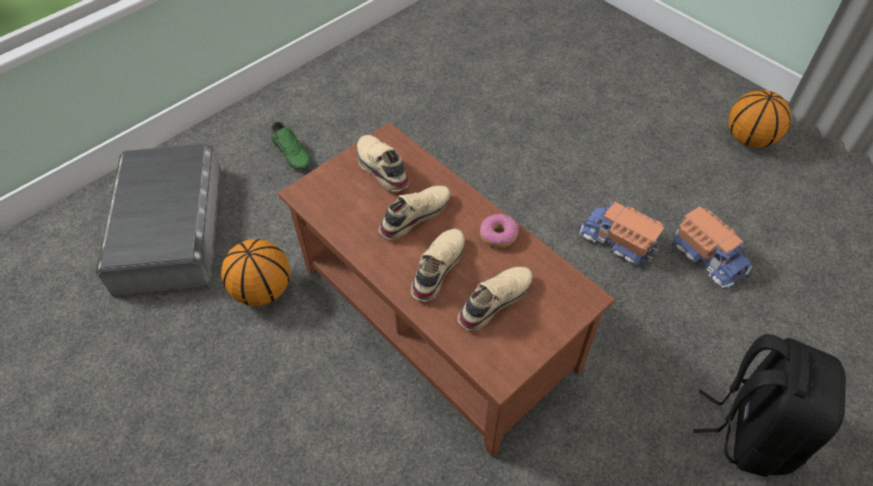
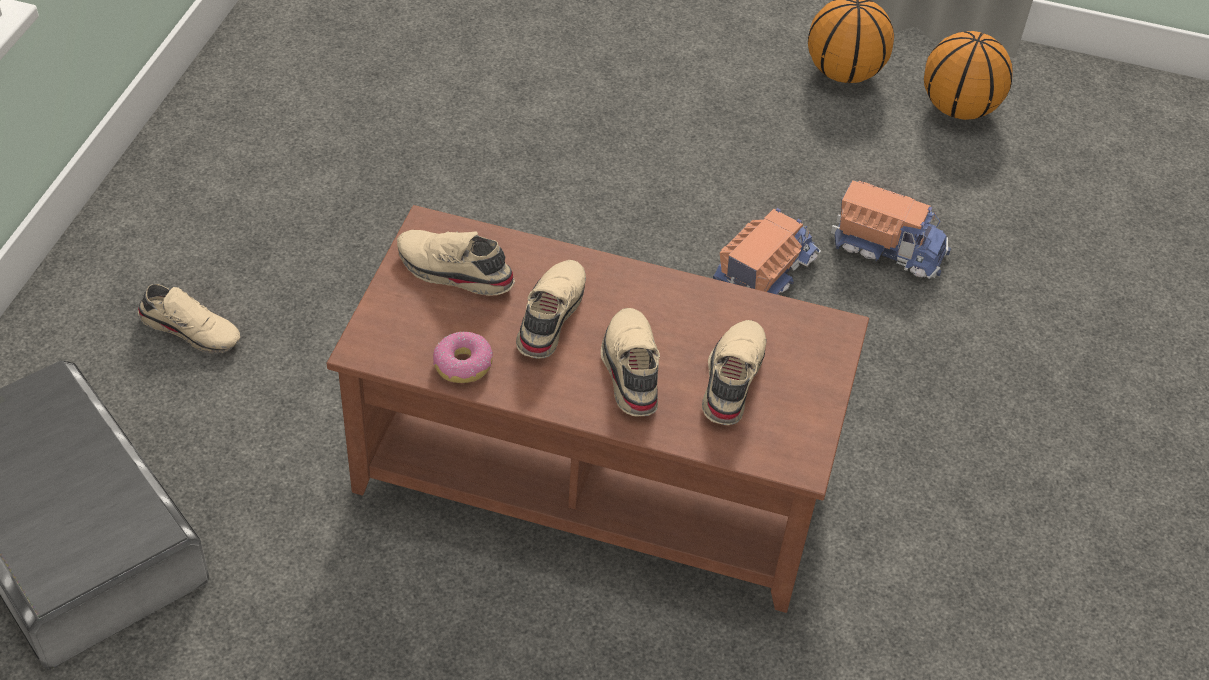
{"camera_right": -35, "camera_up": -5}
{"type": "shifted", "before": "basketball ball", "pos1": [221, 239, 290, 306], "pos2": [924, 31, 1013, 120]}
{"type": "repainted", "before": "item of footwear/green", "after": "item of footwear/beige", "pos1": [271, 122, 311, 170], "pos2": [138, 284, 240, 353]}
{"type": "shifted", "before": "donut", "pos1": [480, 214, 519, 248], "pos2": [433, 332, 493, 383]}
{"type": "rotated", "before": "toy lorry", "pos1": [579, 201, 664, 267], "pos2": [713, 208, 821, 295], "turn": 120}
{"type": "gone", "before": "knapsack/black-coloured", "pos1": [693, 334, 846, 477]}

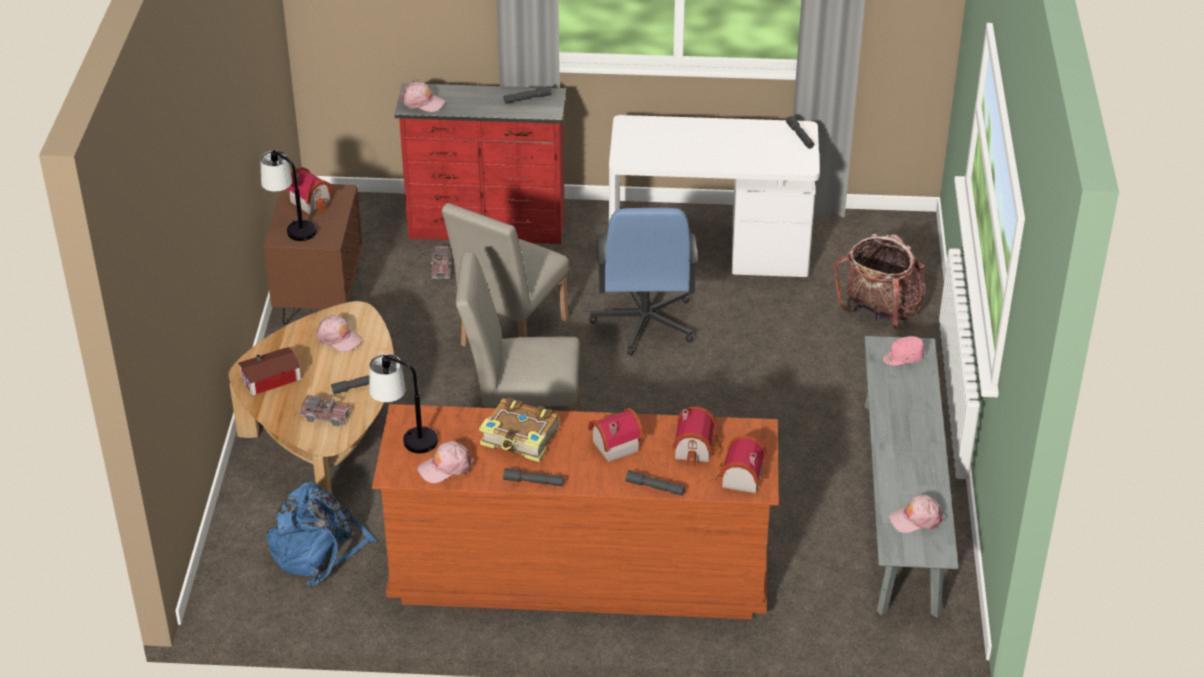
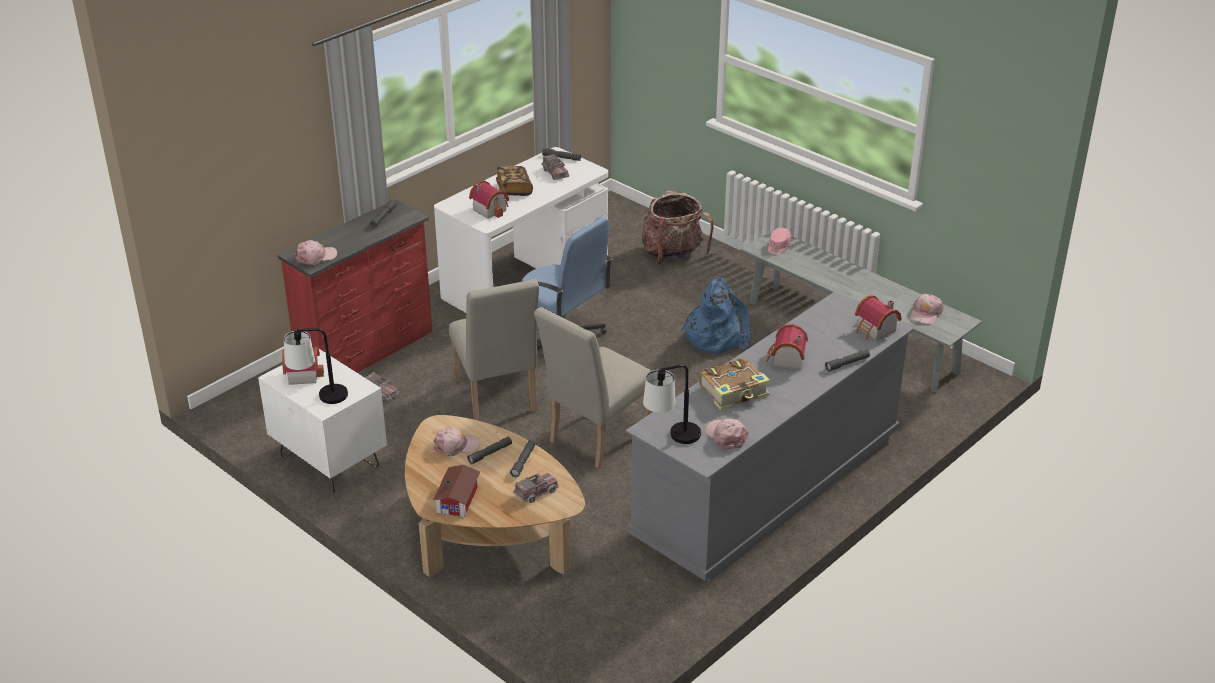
{"camera_right": -50, "camera_up": -5}
{"type": "repainted", "before": "nightstand/brownish", "after": "nightstand/whitish", "pos1": [263, 184, 363, 324], "pos2": [258, 349, 387, 493]}
{"type": "shifted", "before": "knapsack/blue-coloured", "pos1": [267, 482, 377, 587], "pos2": [680, 278, 751, 354]}
{"type": "repainted", "before": "dresser/brownish", "after": "dresser/grey", "pos1": [372, 404, 779, 619], "pos2": [626, 292, 914, 582]}
{"type": "rotated", "before": "baseball cap/pink-coloured", "pos1": [417, 441, 473, 483], "pos2": [705, 419, 748, 449], "turn": 135}
{"type": "shifted", "before": "flashlight/grey", "pos1": [503, 468, 564, 486], "pos2": [467, 437, 512, 464]}
{"type": "shifted", "before": "miniature house", "pos1": [672, 406, 722, 467], "pos2": [469, 180, 509, 219]}
{"type": "new", "after": "bound book", "pos2": [496, 166, 533, 196]}
{"type": "new", "after": "toy lorry", "pos2": [541, 154, 569, 180]}

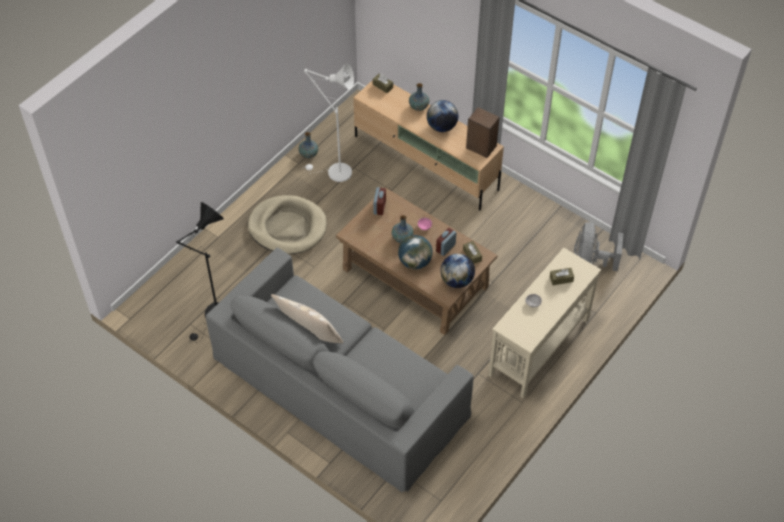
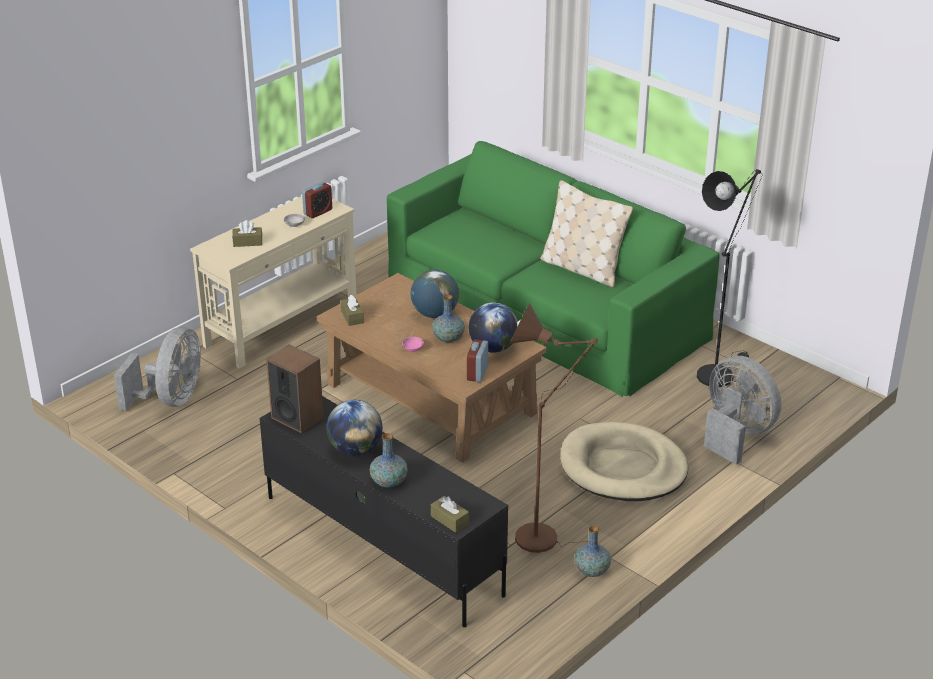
{"camera_right": -175, "camera_up": -20}
{"type": "repainted", "before": "couch/grey", "after": "couch/green", "pos1": [206, 248, 474, 492], "pos2": [387, 141, 720, 397]}
{"type": "repainted", "before": "floor lamp/whitish", "after": "floor lamp/brownish", "pos1": [302, 63, 354, 182], "pos2": [509, 303, 598, 553]}
{"type": "repainted", "before": "tv stand/beige", "after": "tv stand/black-coloured", "pos1": [353, 80, 504, 210], "pos2": [260, 396, 508, 627]}
{"type": "shifted", "before": "bedside clock", "pos1": [436, 228, 456, 256], "pos2": [302, 182, 332, 218]}
{"type": "shifted", "before": "desk globe", "pos1": [440, 254, 475, 288], "pos2": [469, 302, 518, 353]}
{"type": "new", "after": "electric fan/grey", "pos2": [704, 356, 782, 465]}

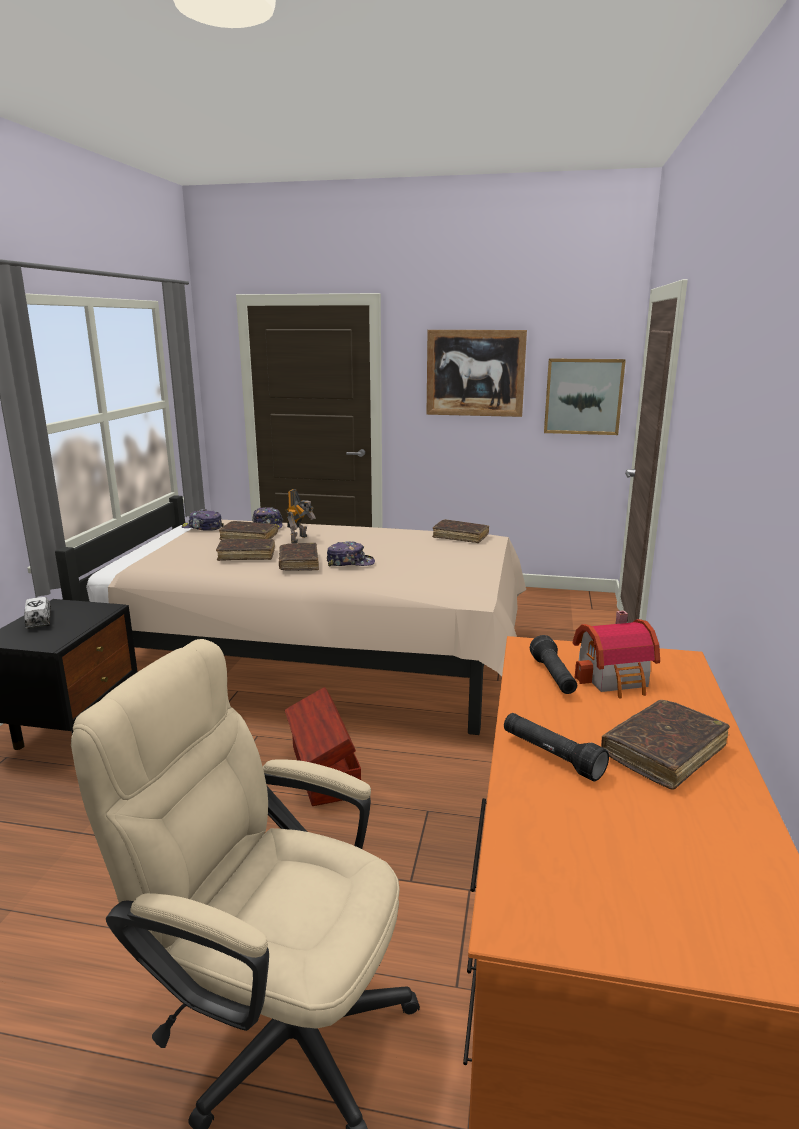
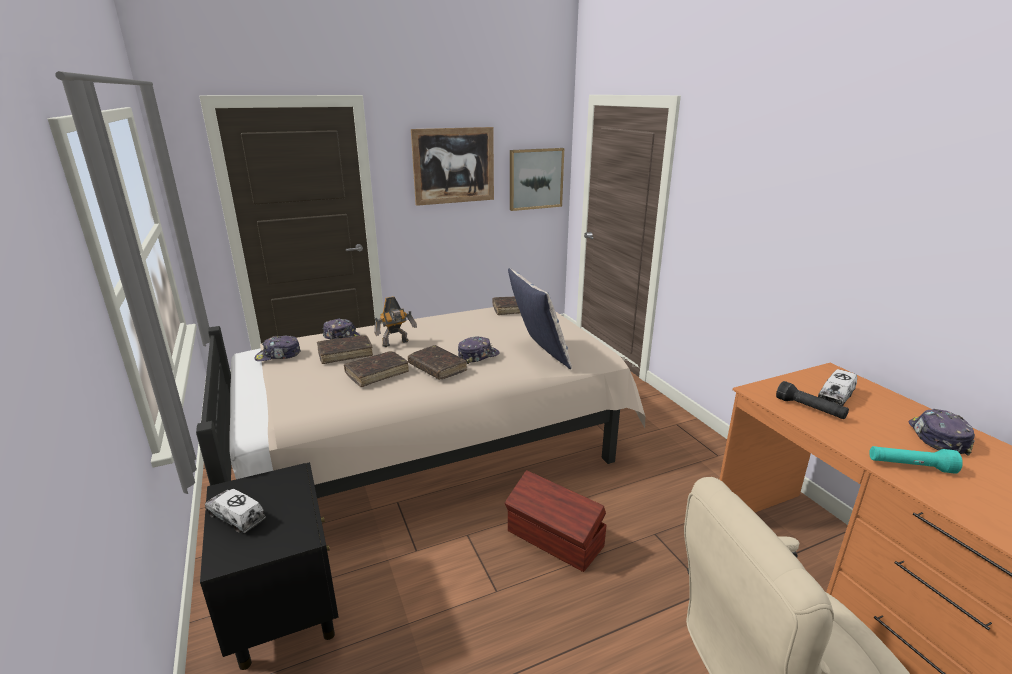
{"camera_right": -35, "camera_up": 5}
{"type": "rotated", "before": "toy robot", "pos1": [286, 489, 316, 543], "pos2": [374, 296, 417, 347], "turn": 75}
{"type": "repainted", "before": "flashlight/black-coloured", "after": "flashlight/blue-green", "pos1": [504, 713, 609, 781], "pos2": [869, 446, 963, 474]}
{"type": "swapped", "before": "miniature house", "after": "toy lorry", "pos1": [573, 611, 660, 699], "pos2": [818, 369, 857, 406]}
{"type": "swapped", "before": "bound book/brownish", "after": "baseball cap", "pos1": [601, 700, 730, 790], "pos2": [908, 409, 975, 456]}
{"type": "new", "after": "throw pillow", "pos2": [508, 268, 572, 369]}

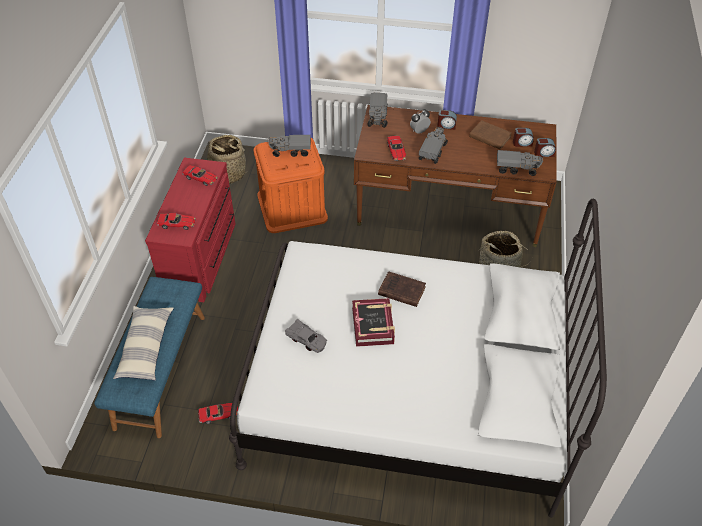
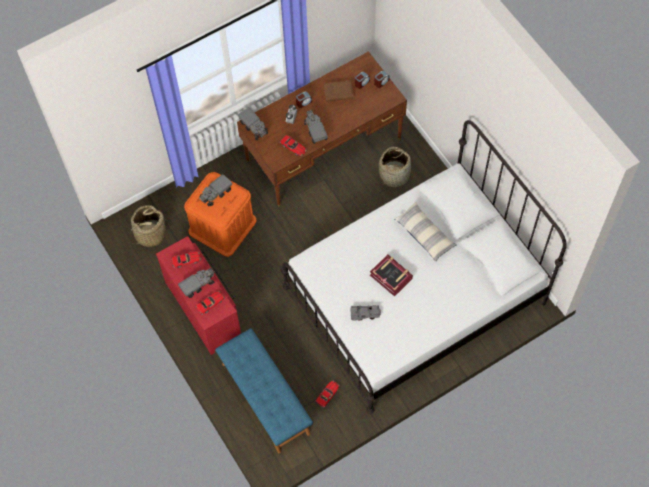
{"camera_right": -40, "camera_up": 15}
{"type": "shifted", "before": "throw pillow", "pos1": [113, 306, 174, 380], "pos2": [394, 202, 457, 262]}
{"type": "gone", "before": "bound book/brownish", "pos1": [378, 271, 426, 307]}
{"type": "shifted", "before": "toy lorry", "pos1": [497, 150, 544, 176], "pos2": [178, 268, 214, 298]}

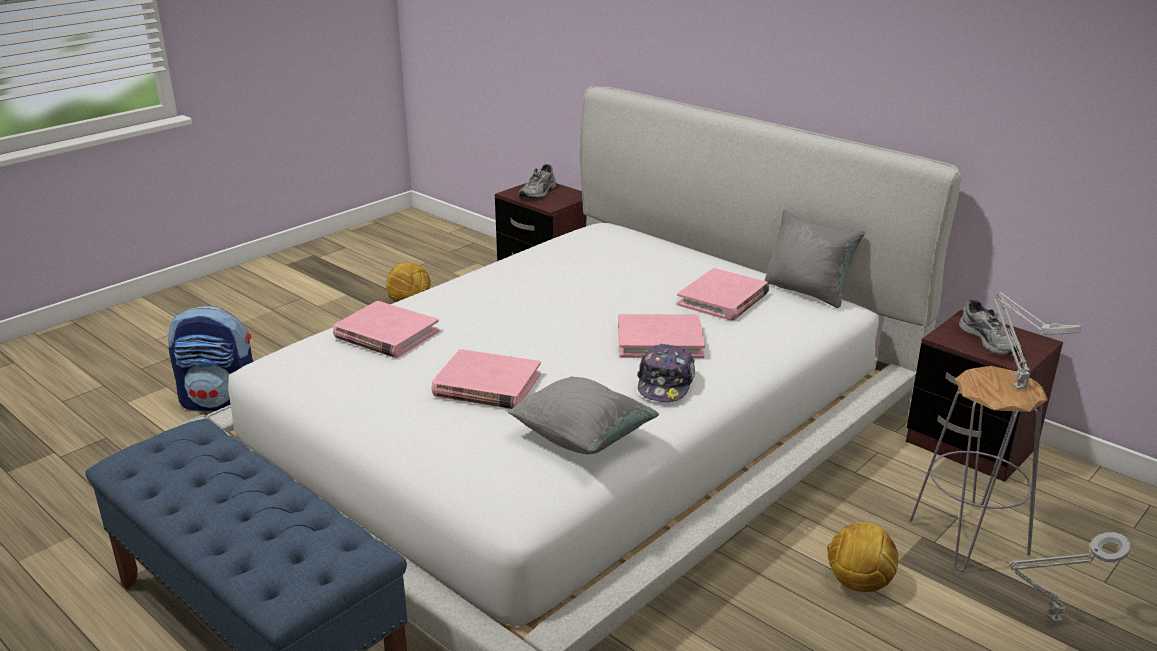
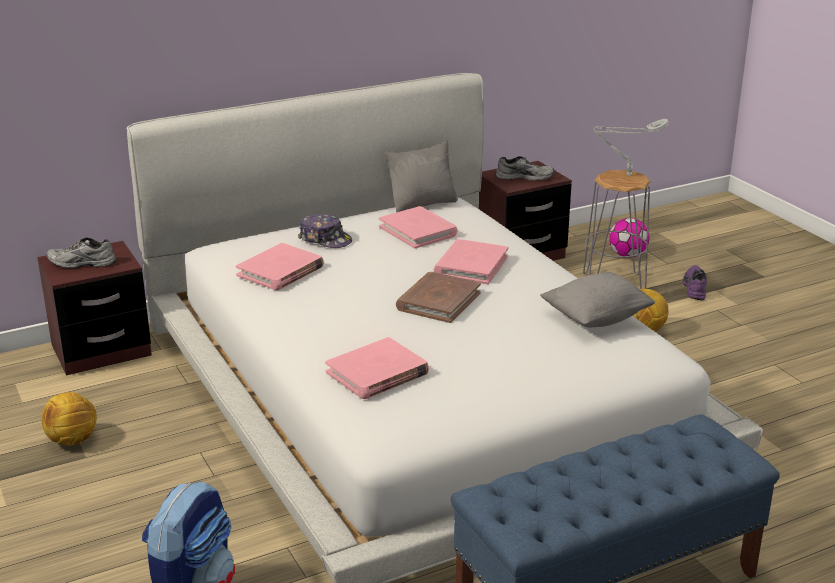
{"camera_right": -70, "camera_up": 0}
{"type": "shifted", "before": "bound book/pink-coloured", "pos1": [431, 349, 541, 409], "pos2": [236, 243, 324, 290]}
{"type": "rotated", "before": "item of footwear/grey", "pos1": [519, 164, 556, 198], "pos2": [46, 237, 116, 269], "turn": 135}
{"type": "shifted", "before": "baseball cap", "pos1": [637, 343, 695, 402], "pos2": [298, 213, 352, 248]}
{"type": "swapped", "before": "table lamp/grey", "after": "item of footwear/purple-coloured", "pos1": [1008, 532, 1131, 622], "pos2": [683, 265, 707, 300]}
{"type": "new", "after": "bound book/brownish", "pos2": [396, 272, 481, 323]}
{"type": "new", "after": "ball for football", "pos2": [609, 218, 649, 258]}

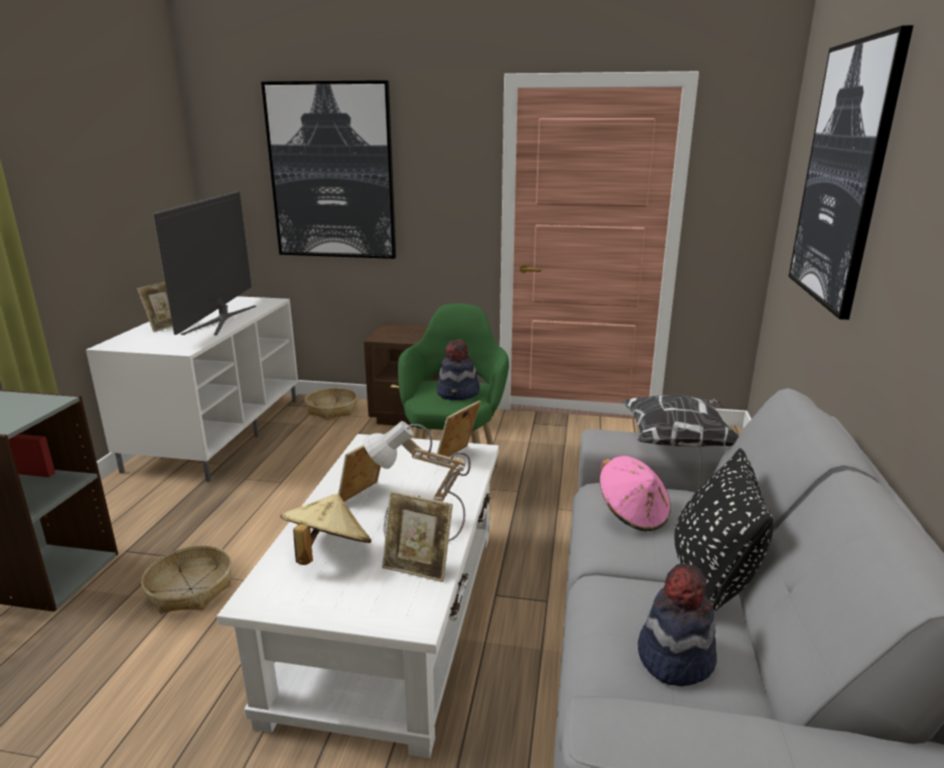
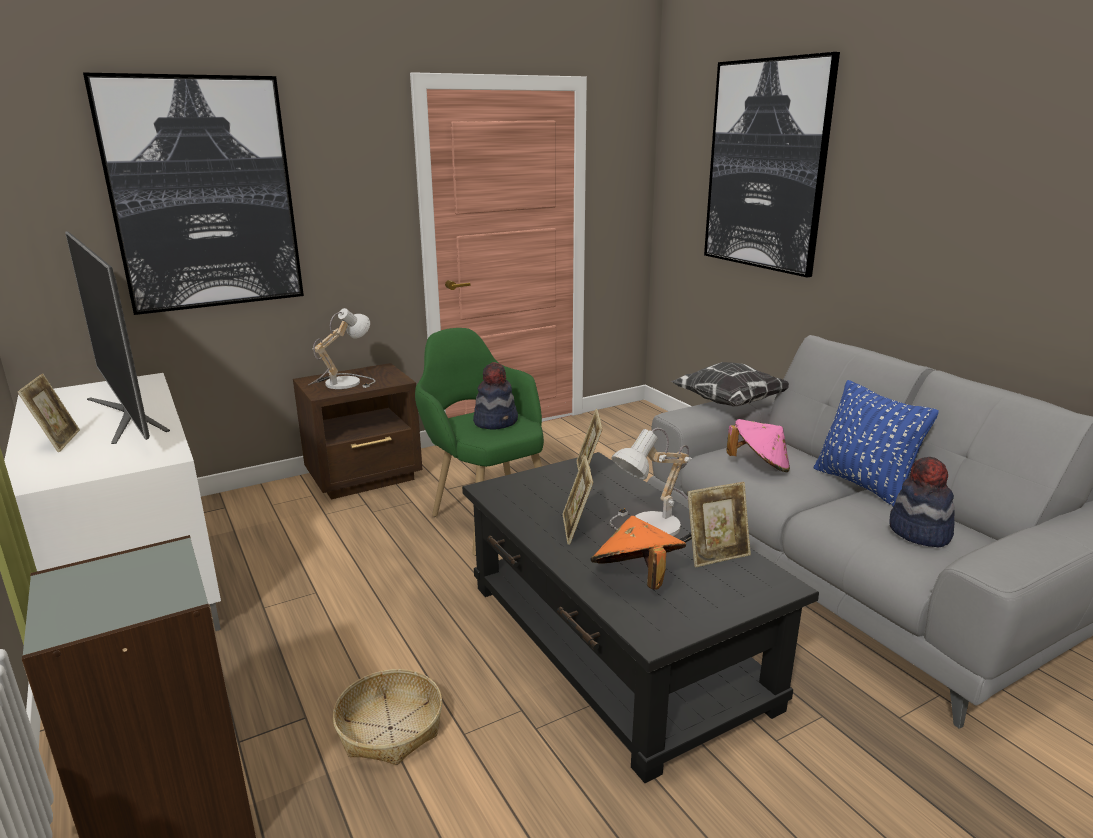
{"camera_right": -40, "camera_up": 0}
{"type": "repainted", "before": "coffee table/whitish", "after": "coffee table/black-coloured", "pos1": [217, 434, 499, 758], "pos2": [462, 452, 819, 783]}
{"type": "repainted", "before": "hat/beige", "after": "hat/orangey", "pos1": [280, 494, 371, 565], "pos2": [591, 516, 686, 590]}
{"type": "gone", "before": "household basket", "pos1": [305, 387, 357, 420]}
{"type": "repainted", "before": "throw pillow/black-coloured", "after": "throw pillow/blue-coloured", "pos1": [674, 448, 773, 613], "pos2": [814, 380, 939, 507]}
{"type": "new", "after": "table lamp", "pos2": [308, 308, 376, 389]}

